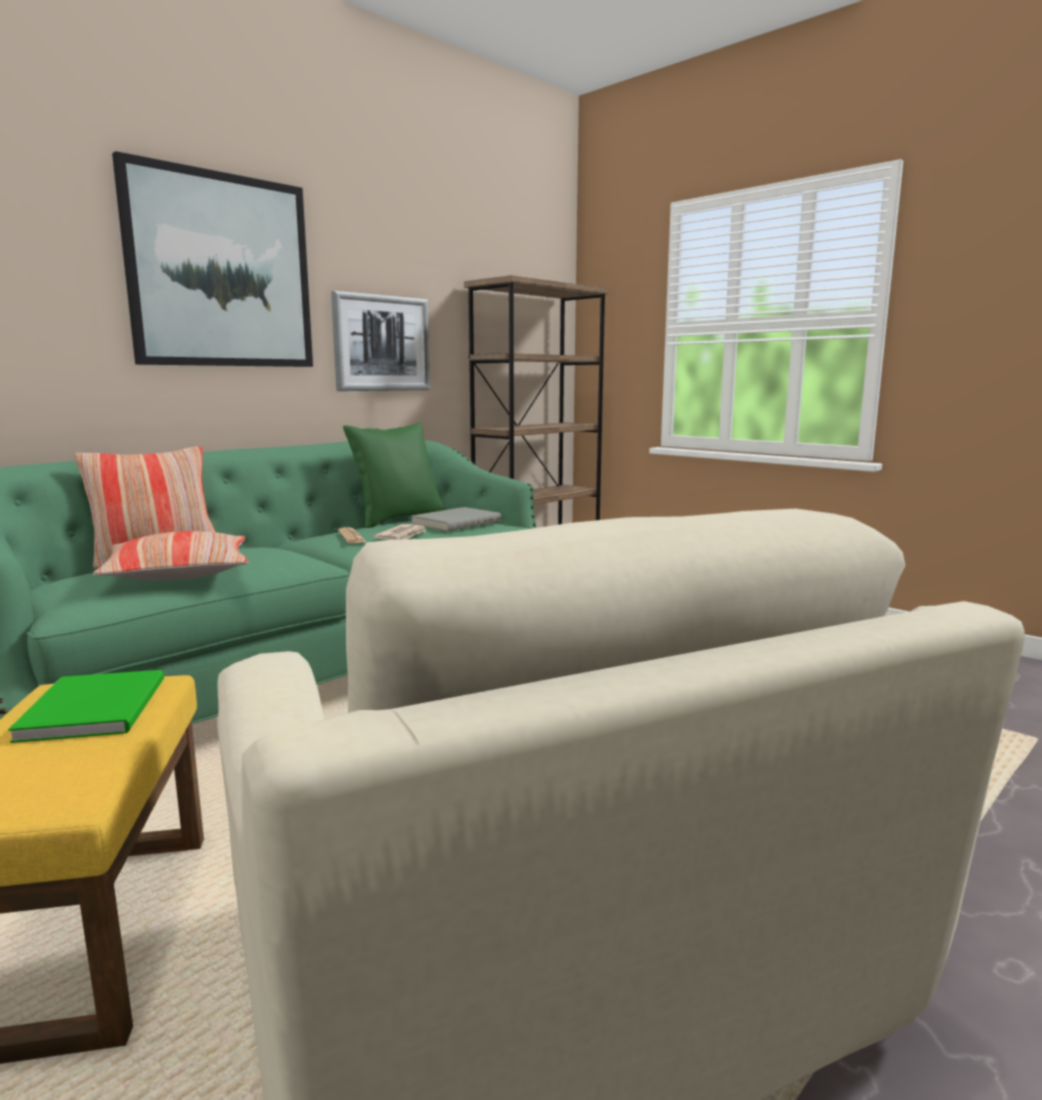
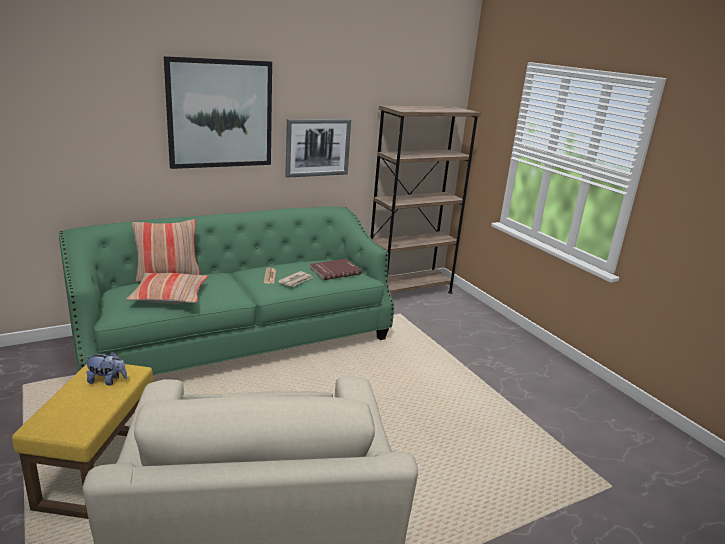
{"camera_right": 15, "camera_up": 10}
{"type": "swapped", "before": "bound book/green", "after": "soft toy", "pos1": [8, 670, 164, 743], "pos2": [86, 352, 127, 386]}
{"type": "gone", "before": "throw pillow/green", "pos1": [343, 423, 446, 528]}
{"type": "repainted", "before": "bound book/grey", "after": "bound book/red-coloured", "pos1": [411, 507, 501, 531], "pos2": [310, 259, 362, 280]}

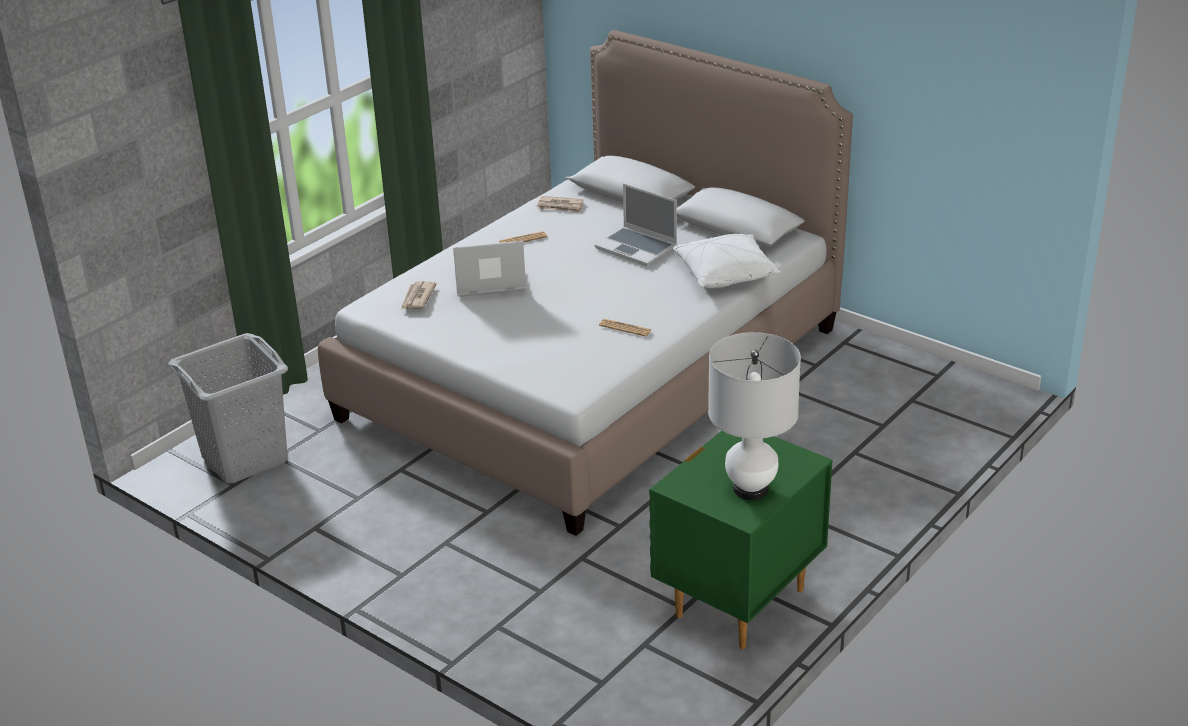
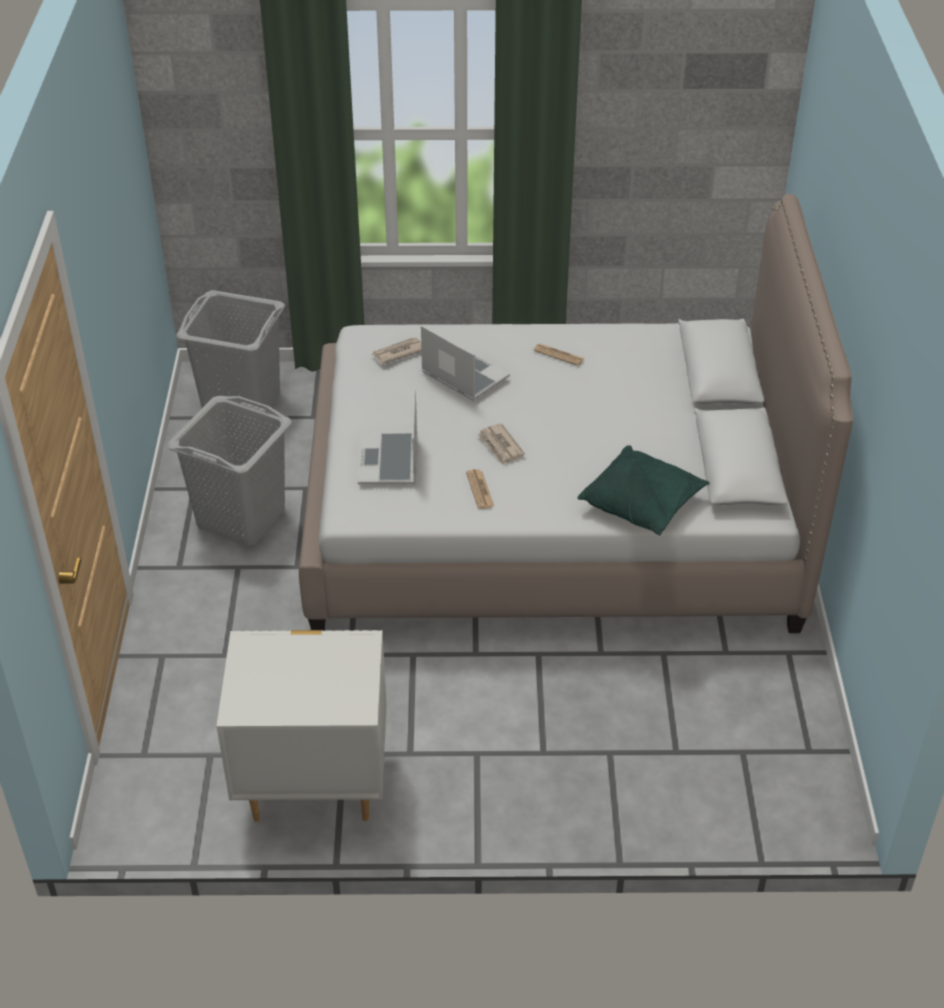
{"camera_right": 50, "camera_up": 10}
{"type": "shifted", "before": "daily paper", "pos1": [537, 196, 583, 213], "pos2": [477, 423, 525, 465]}
{"type": "shifted", "before": "portable computer", "pos1": [595, 183, 677, 266], "pos2": [358, 389, 417, 485]}
{"type": "repainted", "before": "nightstand/green", "after": "nightstand/whitish", "pos1": [649, 431, 833, 649], "pos2": [216, 630, 387, 822]}
{"type": "repainted", "before": "throw pillow/whitish", "after": "throw pillow/green", "pos1": [673, 234, 781, 288], "pos2": [578, 445, 709, 536]}
{"type": "gone", "before": "table lamp/whitish", "pos1": [708, 332, 801, 500]}
{"type": "new", "after": "washing basket/grey", "pos2": [167, 396, 292, 546]}

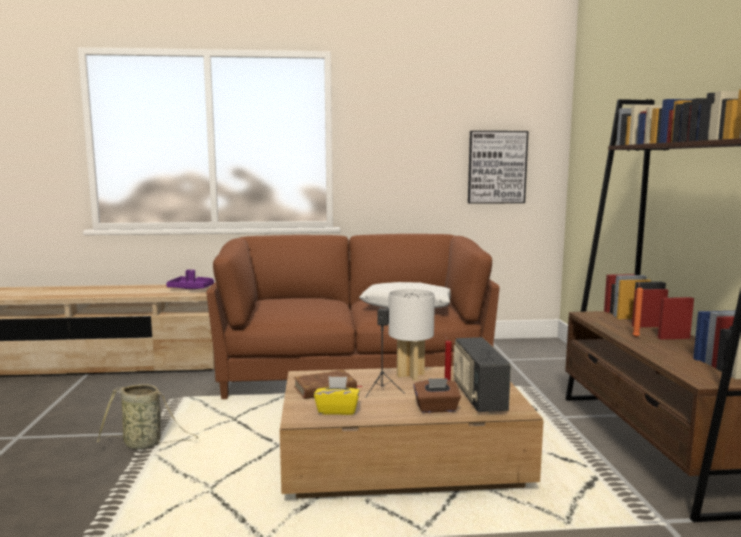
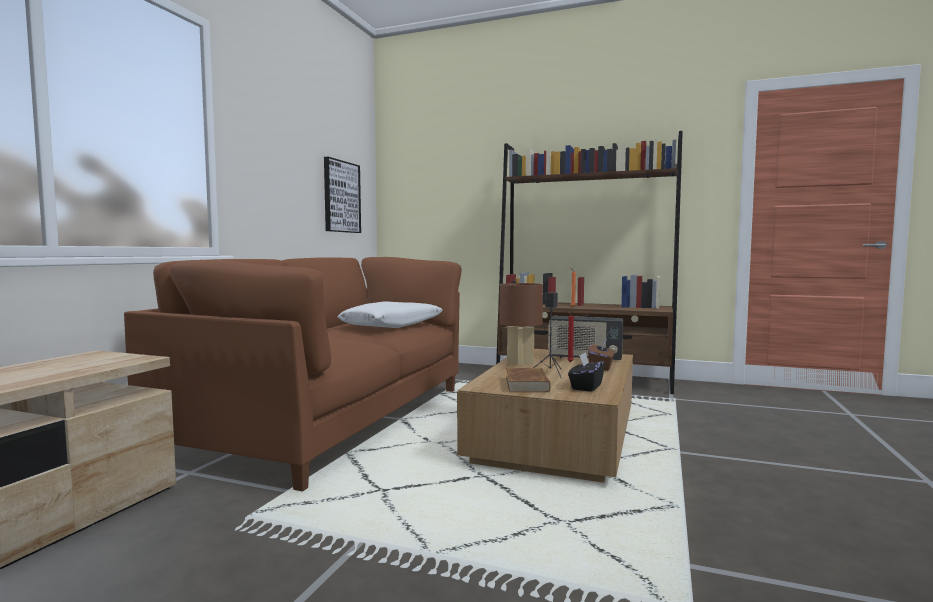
{"camera_right": -65, "camera_up": -5}
{"type": "gone", "before": "household basket", "pos1": [97, 384, 198, 449]}
{"type": "gone", "before": "tray/purple-coloured", "pos1": [166, 270, 214, 289]}
{"type": "repainted", "before": "box of tissues/yellow", "after": "box of tissues/black-coloured", "pos1": [314, 376, 360, 415], "pos2": [568, 352, 605, 392]}
{"type": "repainted", "before": "table lamp/whitish", "after": "table lamp/brownish", "pos1": [388, 289, 435, 380], "pos2": [499, 283, 543, 367]}

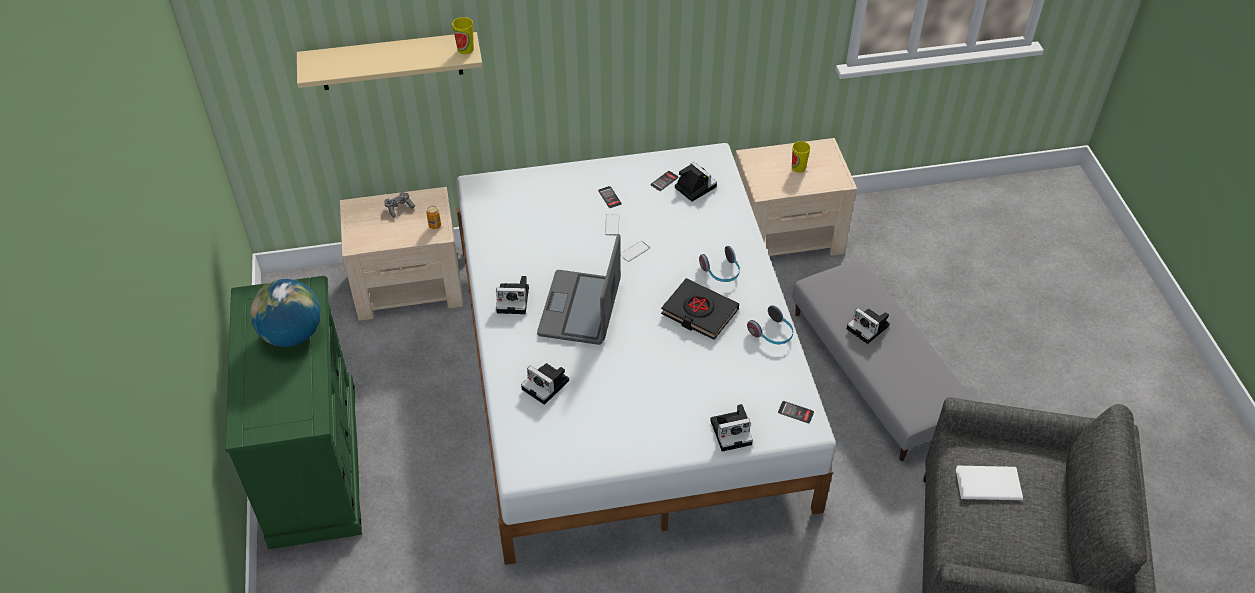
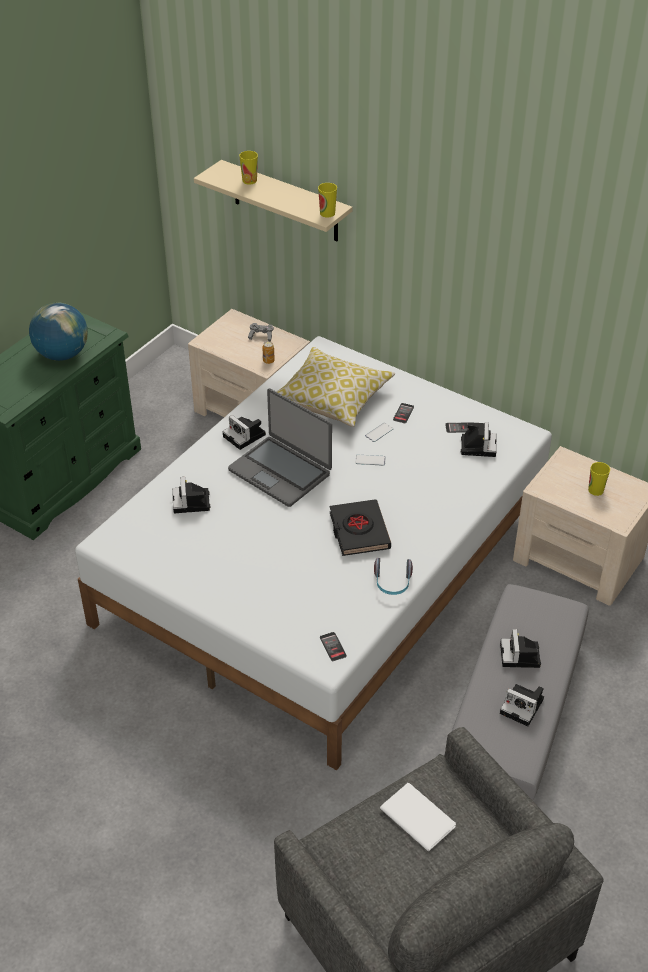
{"camera_right": 45, "camera_up": -5}
{"type": "rotated", "before": "portable computer", "pos1": [537, 234, 621, 345], "pos2": [228, 388, 332, 507], "turn": -105}
{"type": "gone", "before": "headphones", "pos1": [699, 246, 740, 282]}
{"type": "shifted", "before": "photo camera", "pos1": [710, 404, 753, 452], "pos2": [500, 684, 544, 726]}
{"type": "new", "after": "cup", "pos2": [239, 151, 258, 185]}
{"type": "new", "after": "throw pillow", "pos2": [276, 347, 395, 427]}

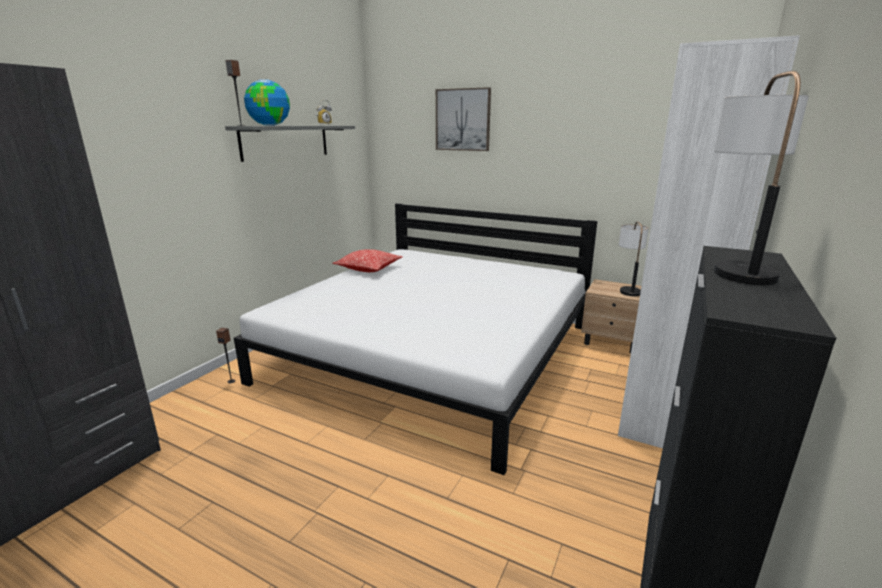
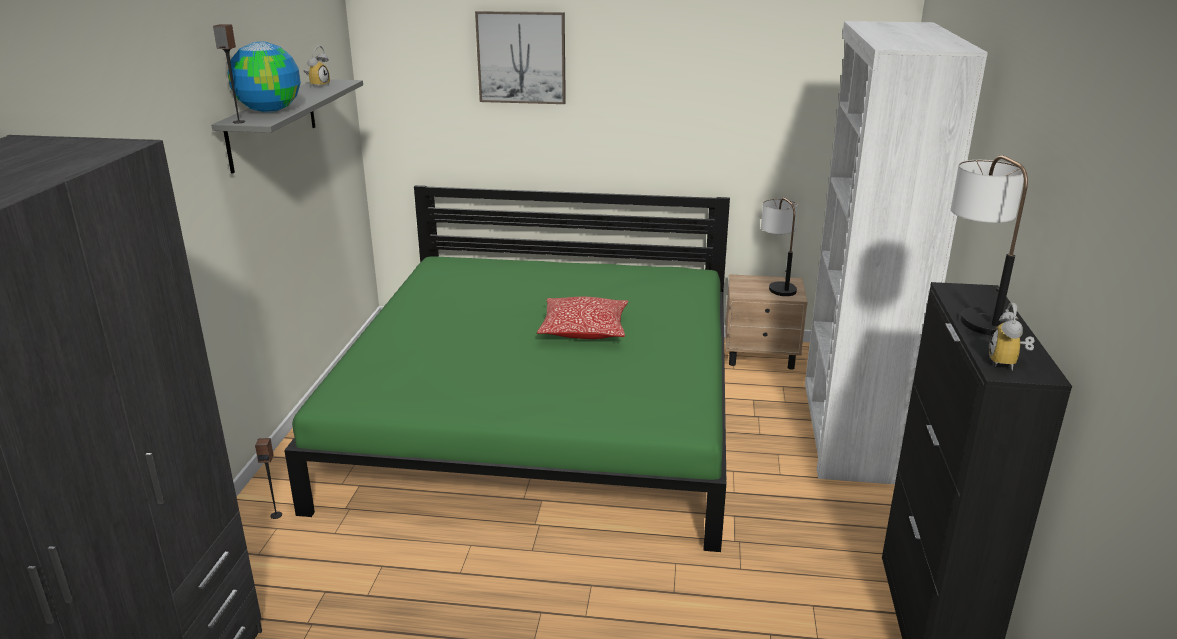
{"camera_right": -20, "camera_up": 5}
{"type": "repainted", "before": "bed/whitish", "after": "bed/green", "pos1": [234, 203, 597, 475], "pos2": [284, 185, 730, 552]}
{"type": "shifted", "before": "throw pillow", "pos1": [332, 249, 403, 272], "pos2": [537, 297, 628, 339]}
{"type": "new", "after": "bedside clock", "pos2": [989, 303, 1035, 371]}

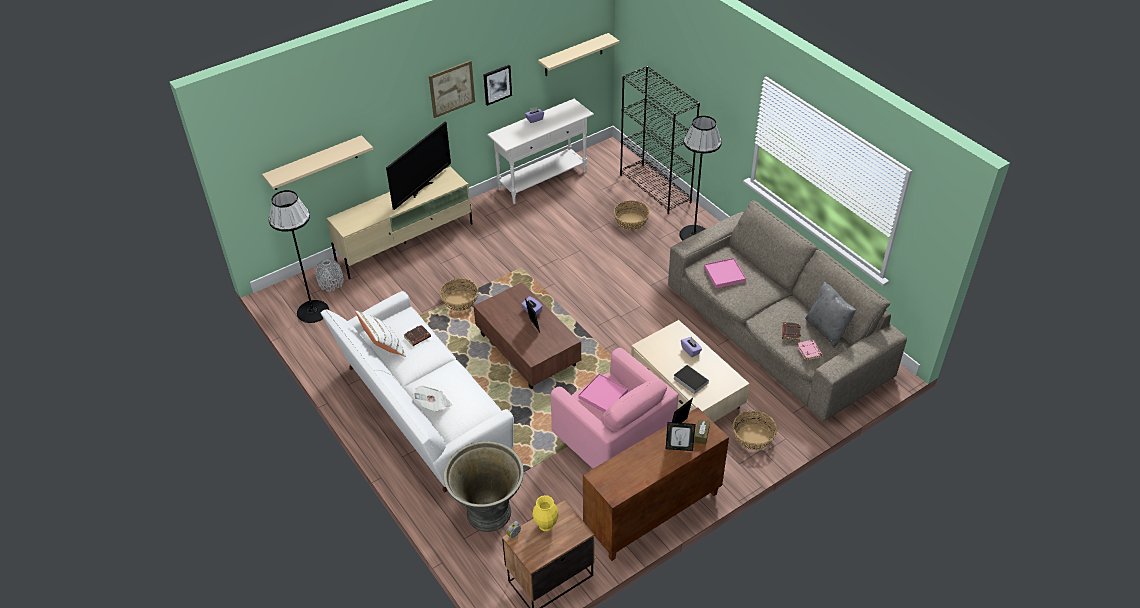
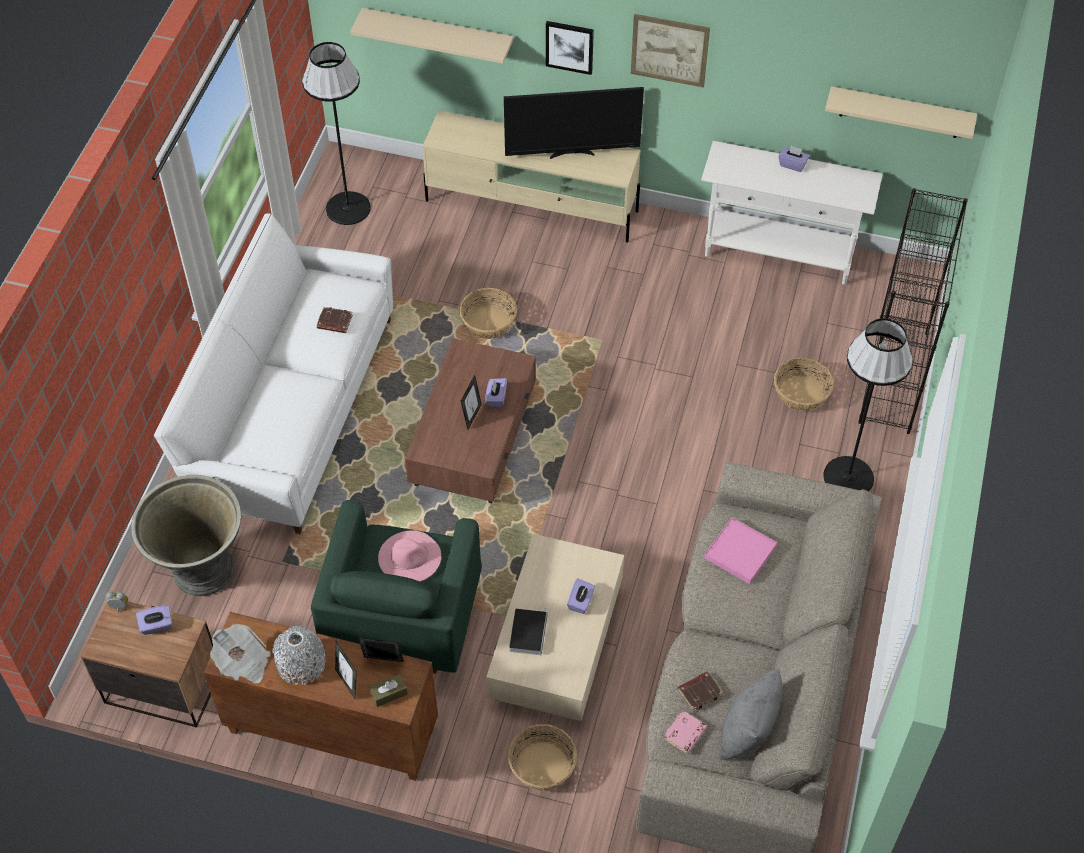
{"camera_right": 50, "camera_up": 10}
{"type": "shifted", "before": "flower vase/grey", "pos1": [316, 259, 344, 291], "pos2": [272, 626, 326, 685]}
{"type": "gone", "before": "throw pillow/whitish", "pos1": [355, 311, 406, 357]}
{"type": "shifted", "before": "daily paper", "pos1": [413, 386, 452, 412], "pos2": [210, 624, 270, 683]}
{"type": "shifted", "before": "picture", "pos1": [483, 65, 512, 106], "pos2": [546, 21, 594, 75]}
{"type": "swapped", "before": "flower vase/yellow", "after": "box of tissues/purple-coloured", "pos1": [532, 495, 558, 531], "pos2": [136, 605, 172, 635]}
{"type": "repainted", "before": "armchair/pink-coloured", "after": "armchair/green", "pos1": [551, 348, 678, 469], "pos2": [311, 500, 482, 674]}
{"type": "swapped", "before": "tray/pink-coloured", "after": "hat/pink-coloured", "pos1": [578, 373, 628, 413], "pos2": [378, 530, 441, 581]}

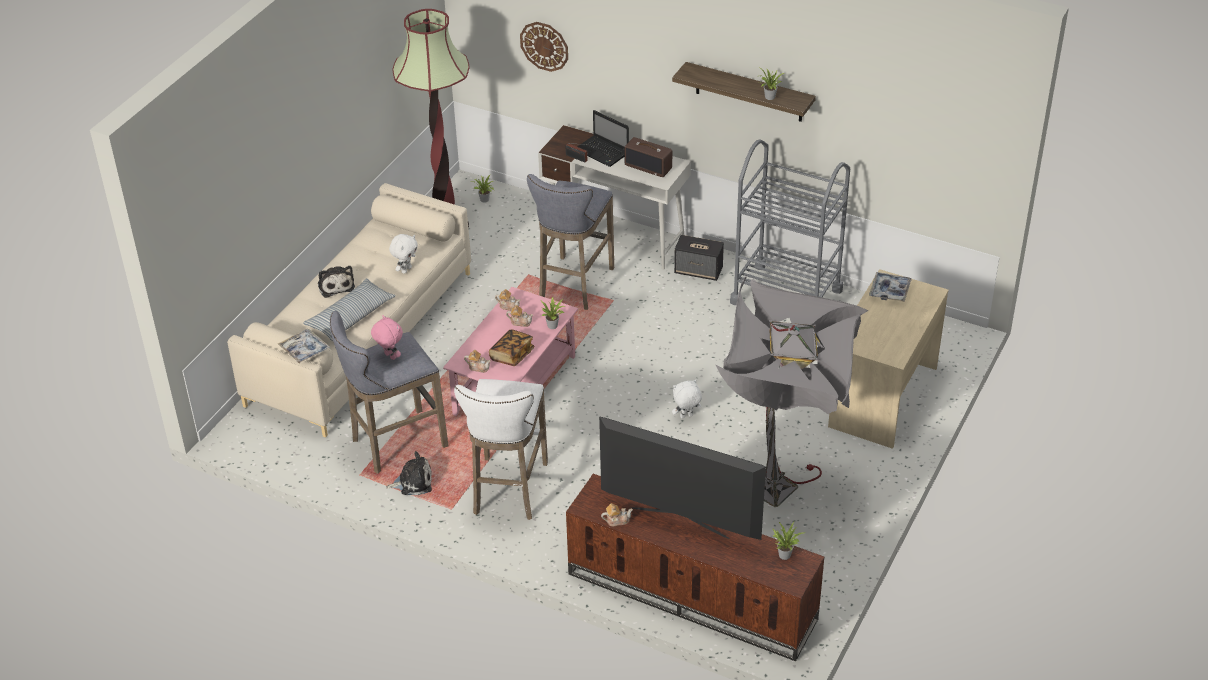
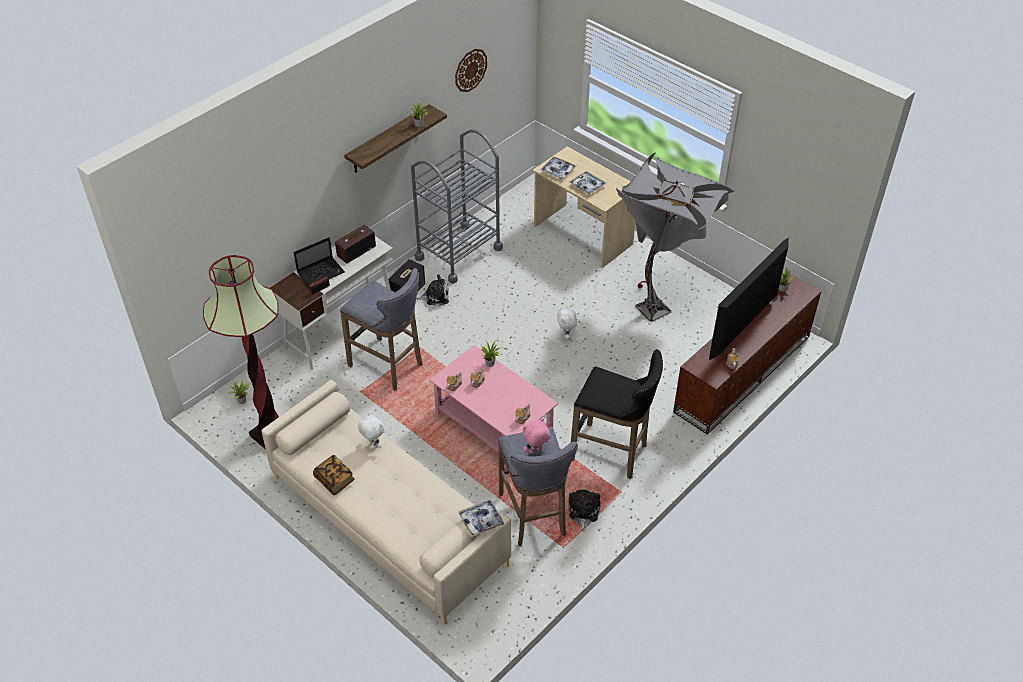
{"camera_right": -75, "camera_up": 5}
{"type": "gone", "before": "throw pillow", "pos1": [303, 278, 396, 341]}
{"type": "shifted", "before": "soft toy", "pos1": [318, 266, 355, 298], "pos2": [416, 274, 449, 306]}
{"type": "repainted", "before": "stool/whitish", "after": "stool/black-coloured", "pos1": [454, 379, 548, 520], "pos2": [571, 349, 663, 479]}
{"type": "shifted", "before": "bound book", "pos1": [489, 329, 534, 366], "pos2": [313, 455, 355, 495]}
{"type": "shifted", "before": "wall clock", "pos1": [520, 22, 568, 72], "pos2": [455, 49, 487, 92]}
{"type": "new", "after": "tray", "pos2": [569, 171, 607, 194]}

